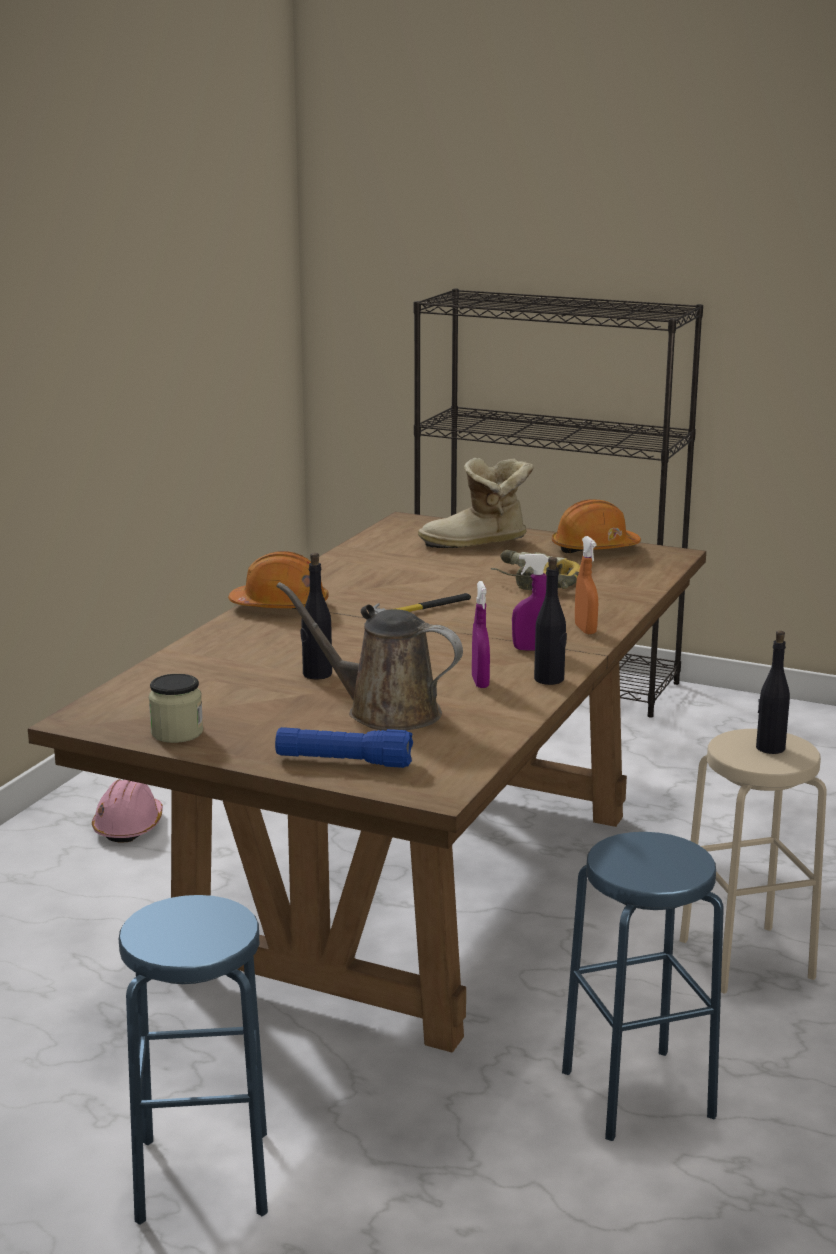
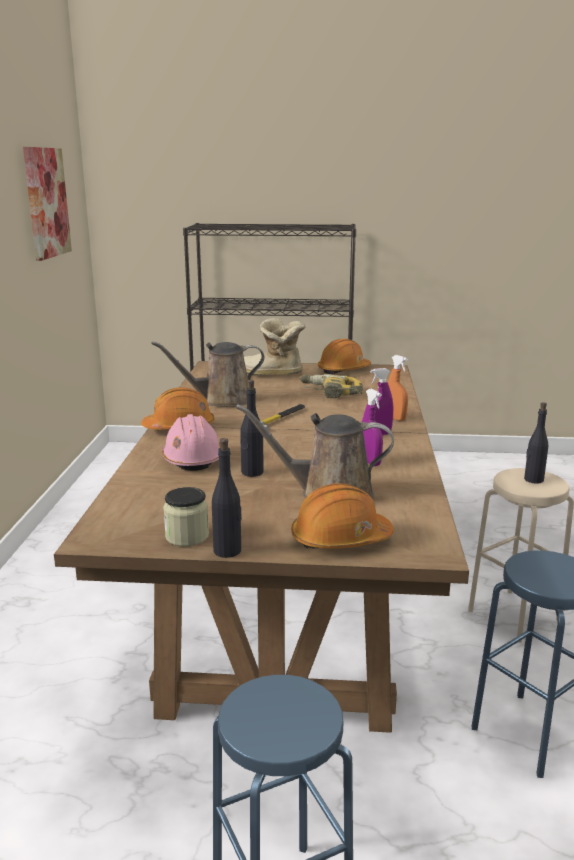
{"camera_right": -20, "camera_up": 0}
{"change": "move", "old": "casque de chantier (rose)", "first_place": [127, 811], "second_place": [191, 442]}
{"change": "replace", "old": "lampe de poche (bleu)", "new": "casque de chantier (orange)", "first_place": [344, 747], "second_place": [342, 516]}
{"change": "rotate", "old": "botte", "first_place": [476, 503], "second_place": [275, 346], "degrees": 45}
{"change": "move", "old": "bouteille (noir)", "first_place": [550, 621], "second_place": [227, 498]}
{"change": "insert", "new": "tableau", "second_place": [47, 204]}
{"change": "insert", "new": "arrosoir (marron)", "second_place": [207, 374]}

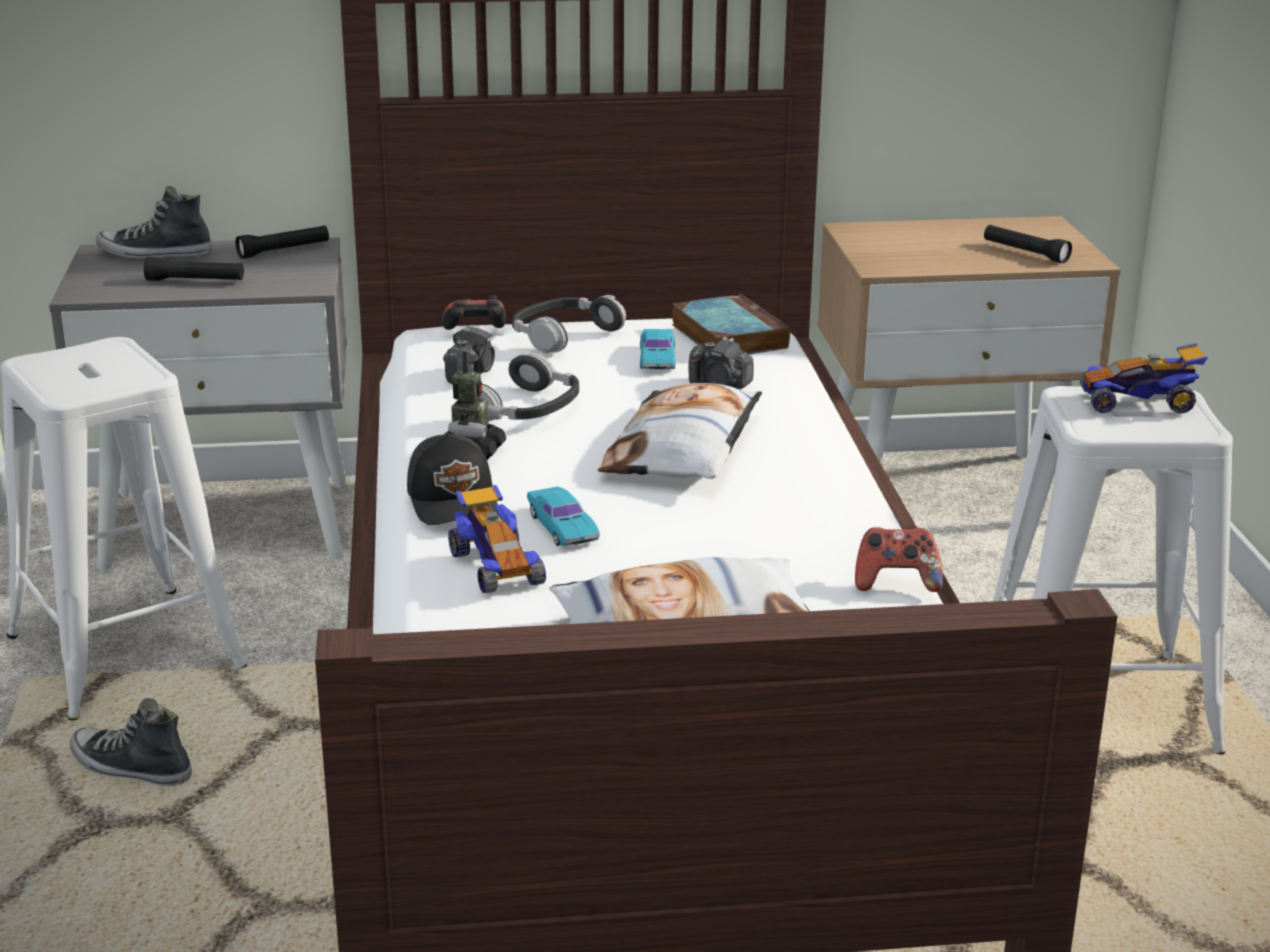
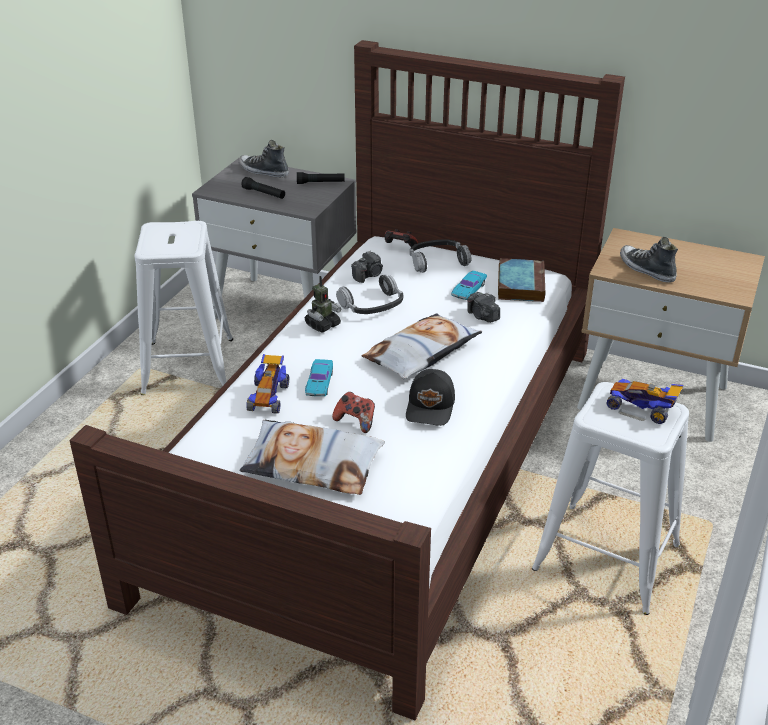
{"camera_right": 30, "camera_up": 10}
{"change": "move", "old": "chaussure", "first_place": [131, 742], "second_place": [649, 260]}
{"change": "move", "old": "casquette (noir)", "first_place": [452, 478], "second_place": [430, 397]}
{"change": "move", "old": "manette", "first_place": [899, 559], "second_place": [353, 412]}
{"change": "delete", "old": "lampe de poche (noir)", "first_place": [1028, 244]}

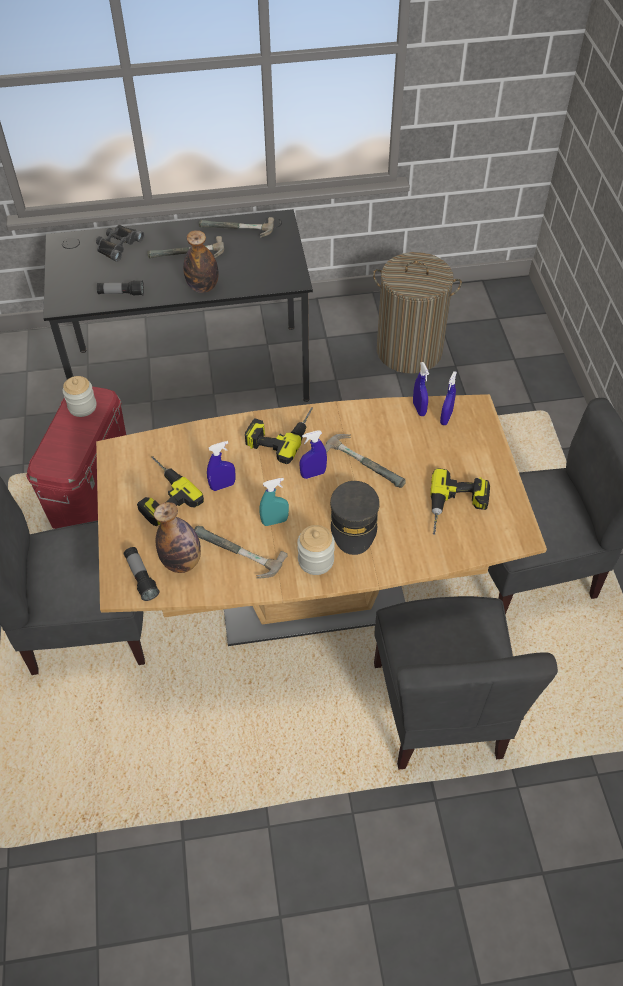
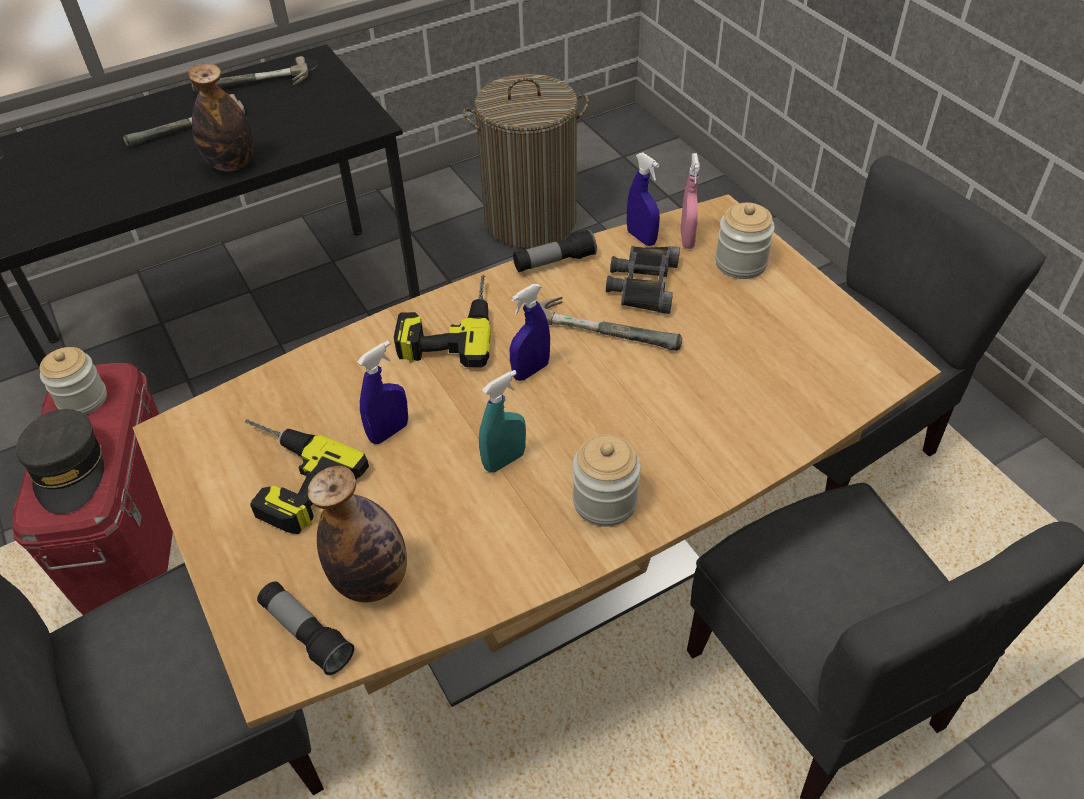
{"camera_right": -20, "camera_up": -5}
{"change": "move", "old": "jumelles (noir)", "first_place": [120, 243], "second_place": [643, 280]}
{"change": "move", "old": "lampe de poche", "first_place": [120, 288], "second_place": [555, 250]}
{"change": "delete", "old": "marteau", "first_place": [241, 552]}
{"change": "move", "old": "casquette (gris)", "first_place": [355, 518], "second_place": [60, 461]}
{"change": "delete", "old": "perceuse", "first_place": [460, 501]}
{"change": "recolor", "old": "vaporisateur (bleu)", "new": "vaporisateur (rose)", "first_place": [448, 398], "second_place": [690, 201]}
{"change": "insert", "new": "bocal", "second_place": [745, 240]}

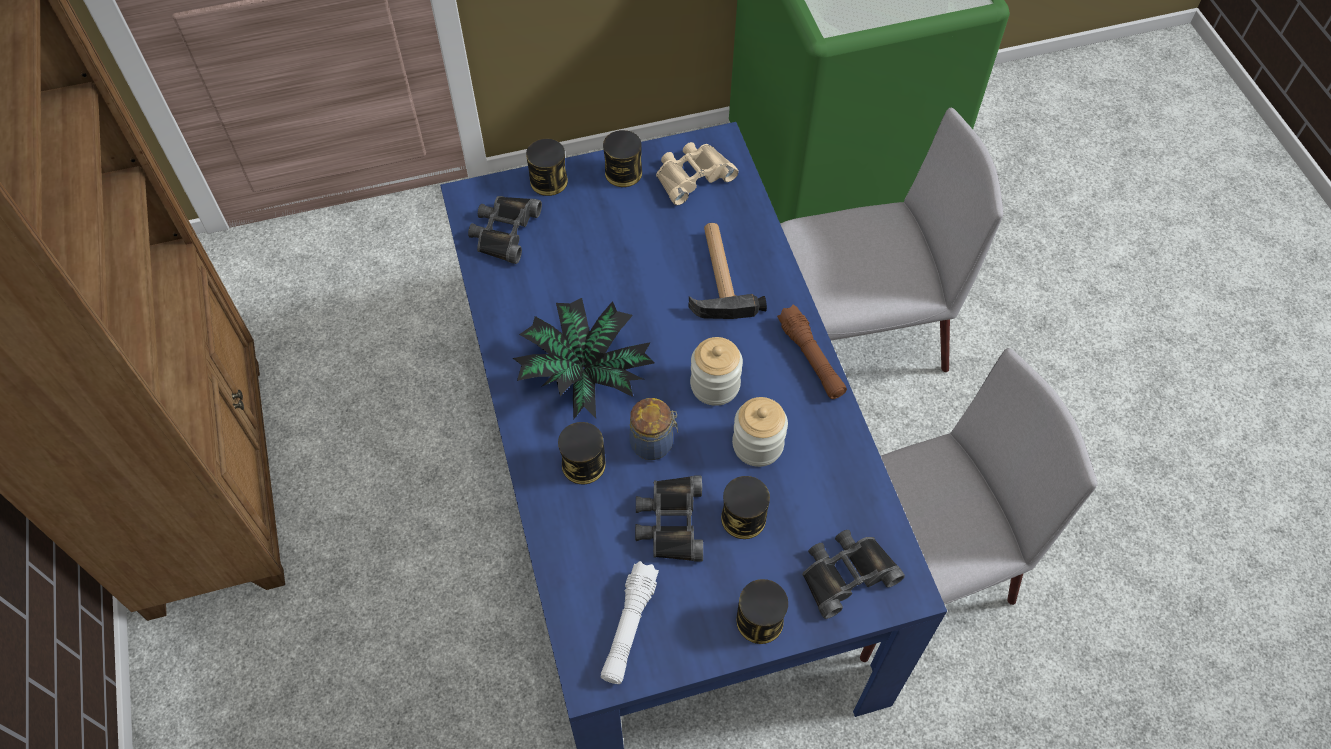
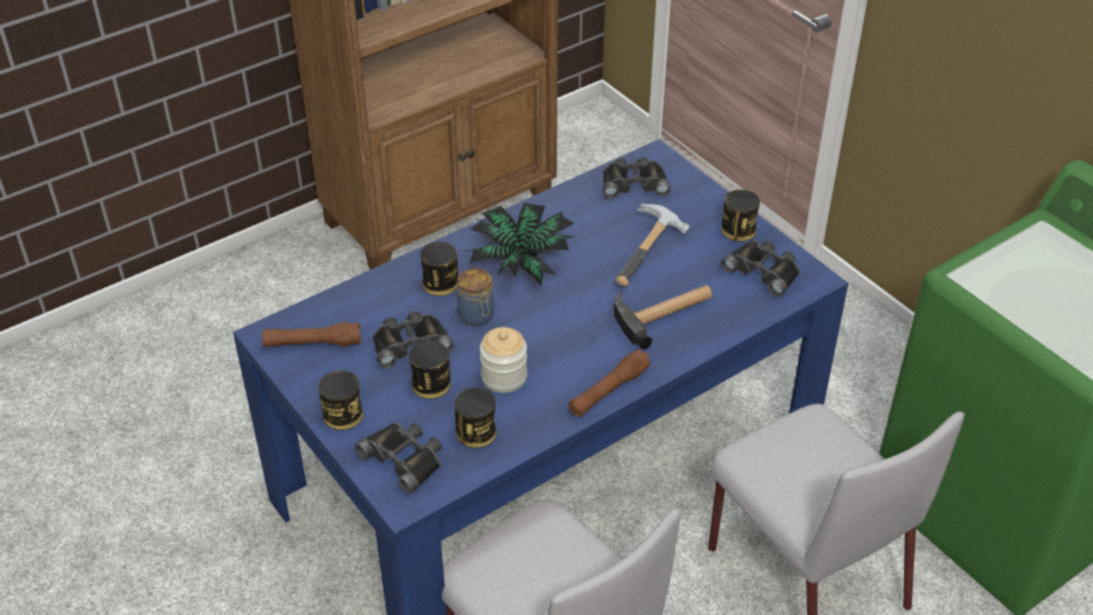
{"camera_right": 70, "camera_up": -15}
{"change": "move", "old": "boîte métallique", "first_place": [547, 167], "second_place": [476, 418]}
{"change": "recolor", "old": "lampe de poche (blanc)", "new": "lampe de poche (marron)", "first_place": [629, 622], "second_place": [312, 334]}
{"change": "recolor", "old": "jumelles (beige)", "new": "jumelles (noir)", "first_place": [697, 173], "second_place": [760, 268]}
{"change": "delete", "old": "bocal", "first_place": [716, 371]}
{"change": "insert", "new": "marteau", "second_place": [653, 245]}

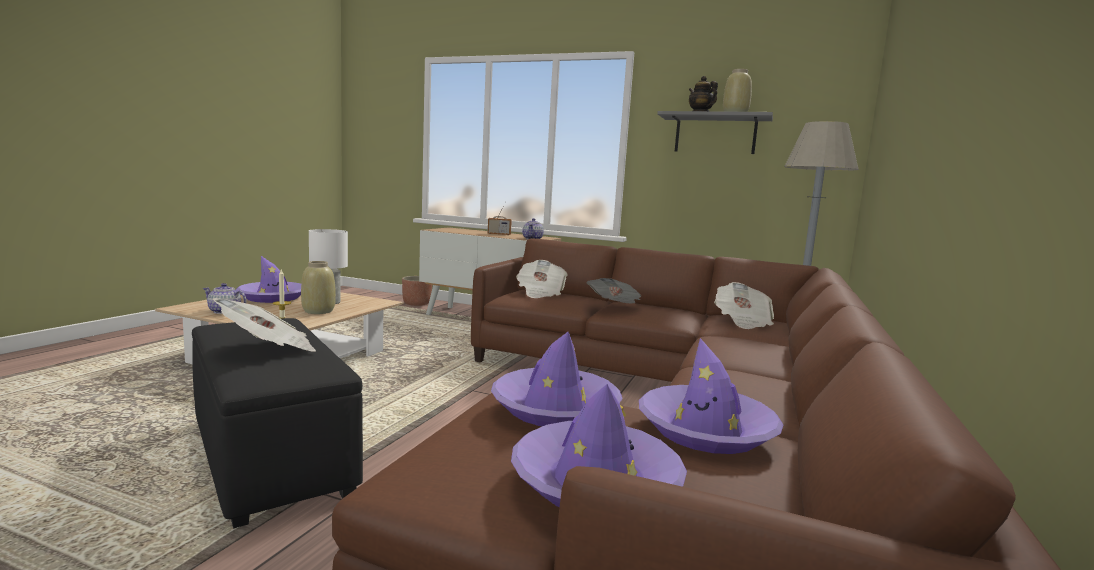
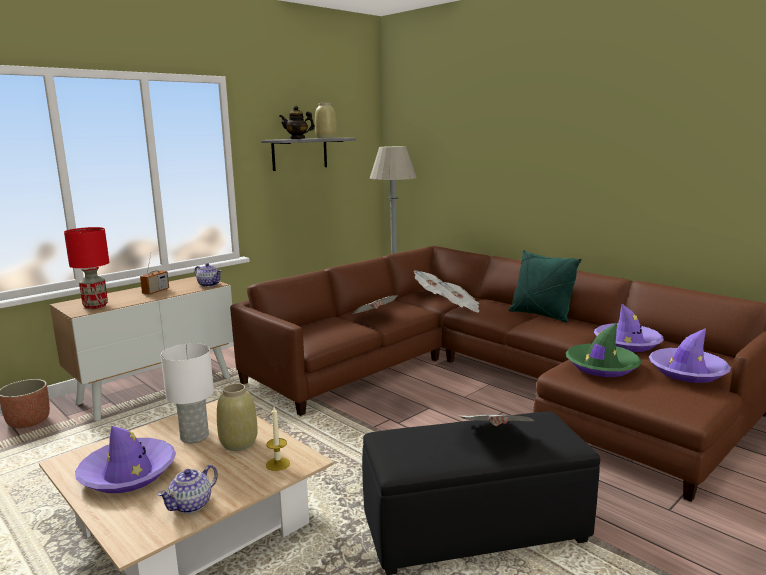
{"camera_right": -65, "camera_up": 5}
{"change": "recolor", "old": "chapeau (violet)", "new": "chapeau (vert)", "first_place": [557, 379], "second_place": [604, 350]}
{"change": "move", "old": "journal", "first_place": [542, 279], "second_place": [458, 296]}
{"change": "insert", "new": "lampe de table (rouge)", "second_place": [86, 268]}
{"change": "insert", "new": "coussin (vert)", "second_place": [545, 286]}

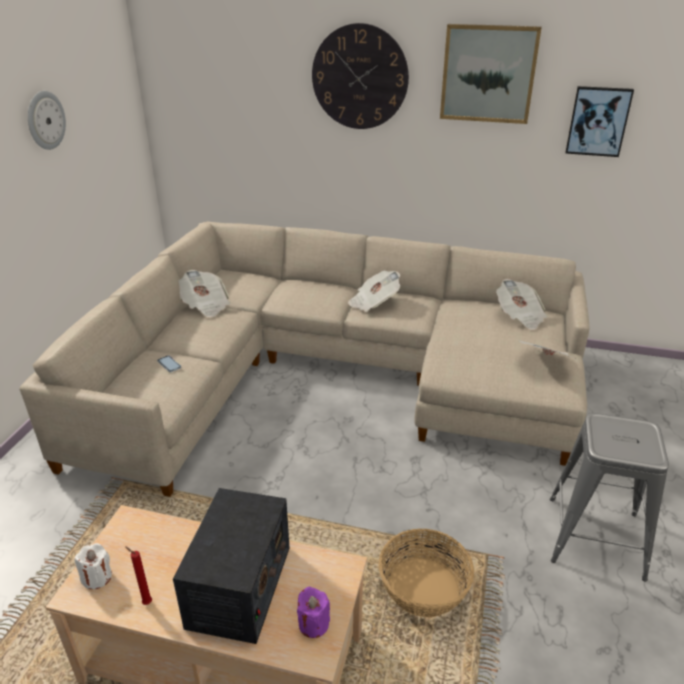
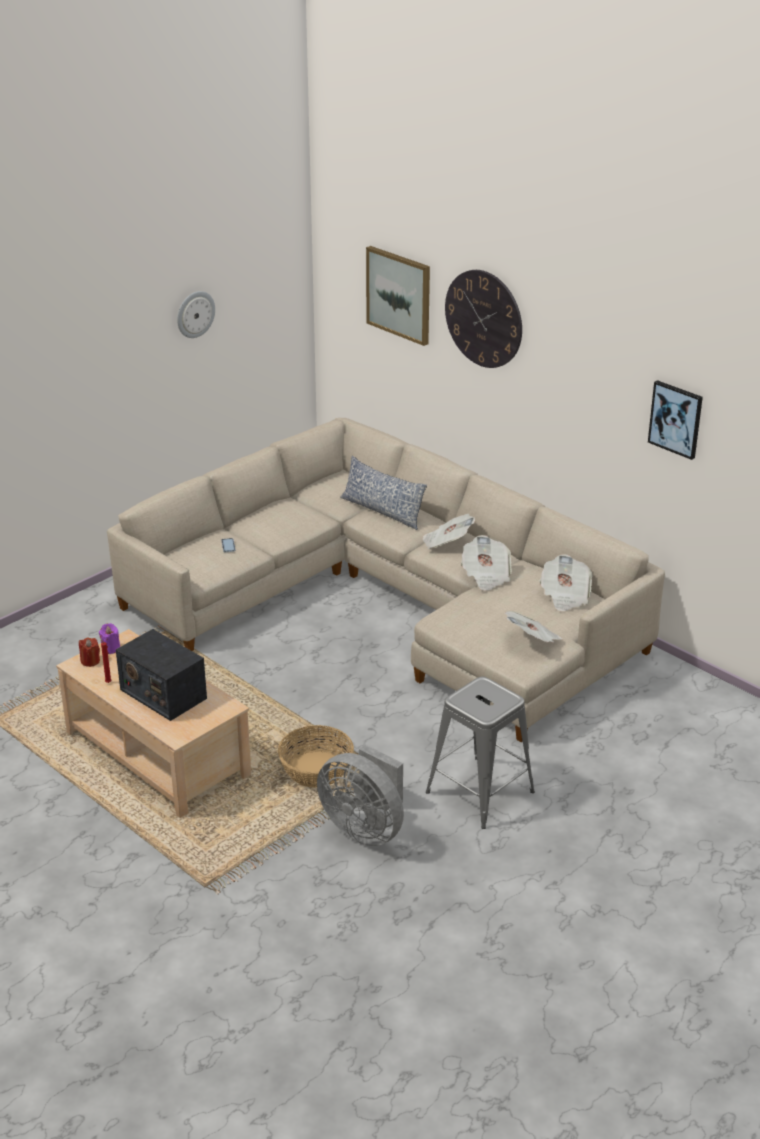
{"camera_right": 30, "camera_up": 0}
{"change": "recolor", "old": "bougie (blanc)", "new": "bougie (rouge)", "first_place": [93, 566], "second_place": [89, 652]}
{"change": "rotate", "old": "radio", "first_place": [231, 566], "second_place": [161, 675], "degrees": 90}
{"change": "move", "old": "journal", "first_place": [205, 294], "second_place": [486, 563]}
{"change": "move", "old": "bougie (violet)", "first_place": [313, 612], "second_place": [109, 638]}
{"change": "move", "old": "tableau", "first_place": [491, 74], "second_place": [398, 296]}
{"change": "insert", "new": "ventilateur (gris)", "second_place": [360, 795]}
{"change": "insert", "new": "coussin", "second_place": [383, 493]}

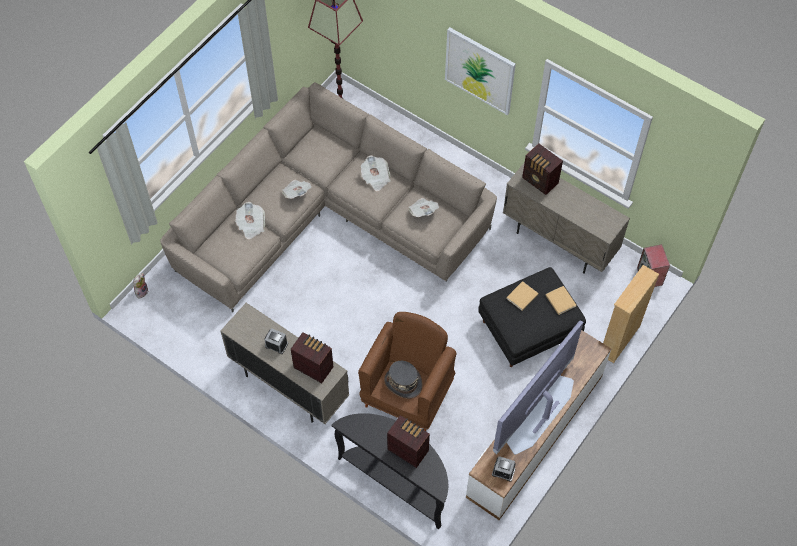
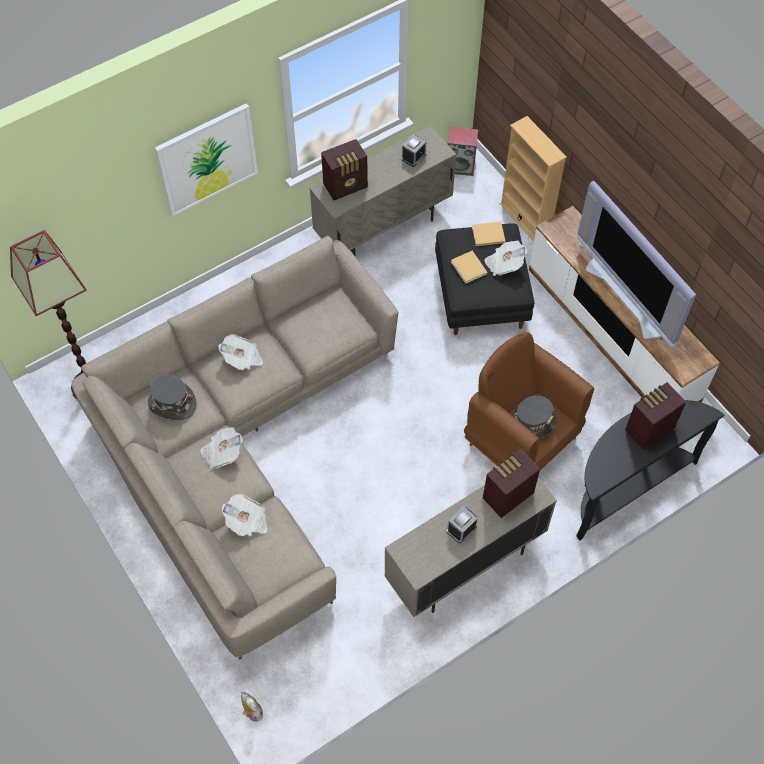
{"camera_right": -70, "camera_up": 0}
{"change": "move", "old": "journal", "first_place": [423, 207], "second_place": [505, 258]}
{"change": "move", "old": "réveil", "first_place": [504, 469], "second_place": [413, 150]}
{"change": "insert", "new": "chapeau (gris)", "second_place": [172, 397]}

